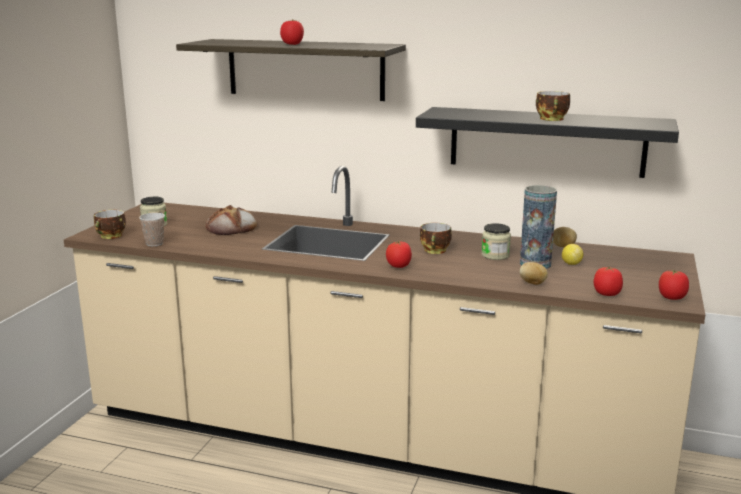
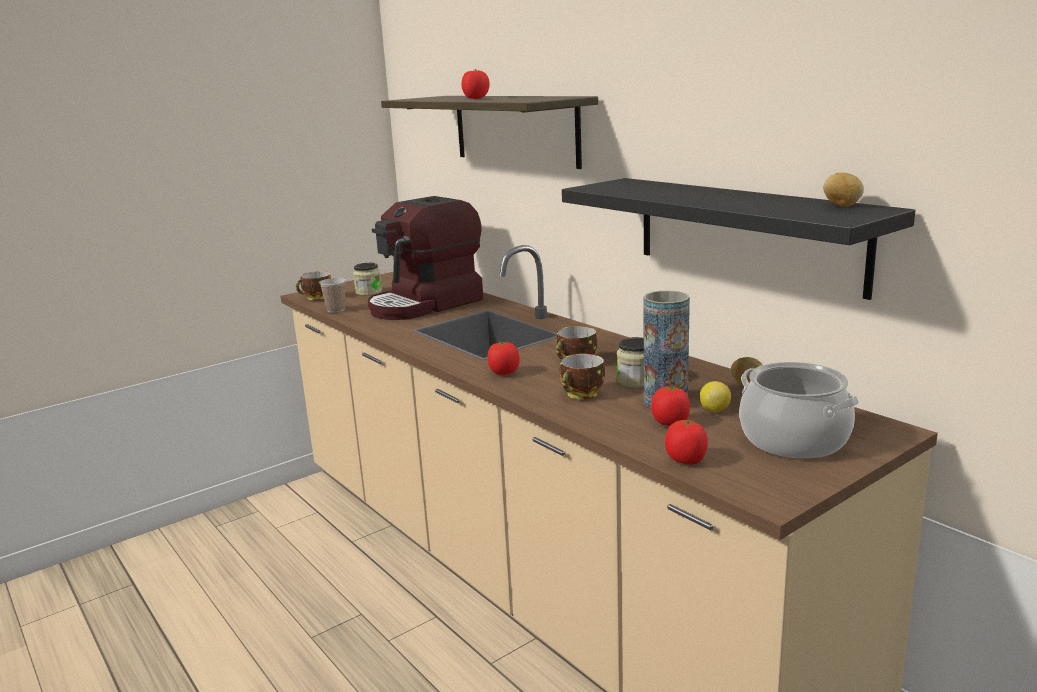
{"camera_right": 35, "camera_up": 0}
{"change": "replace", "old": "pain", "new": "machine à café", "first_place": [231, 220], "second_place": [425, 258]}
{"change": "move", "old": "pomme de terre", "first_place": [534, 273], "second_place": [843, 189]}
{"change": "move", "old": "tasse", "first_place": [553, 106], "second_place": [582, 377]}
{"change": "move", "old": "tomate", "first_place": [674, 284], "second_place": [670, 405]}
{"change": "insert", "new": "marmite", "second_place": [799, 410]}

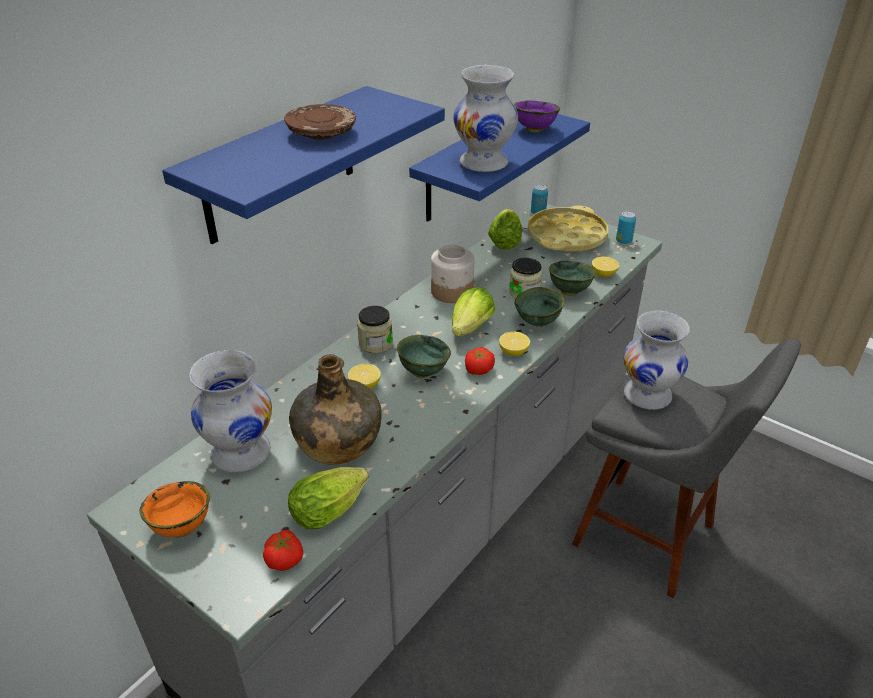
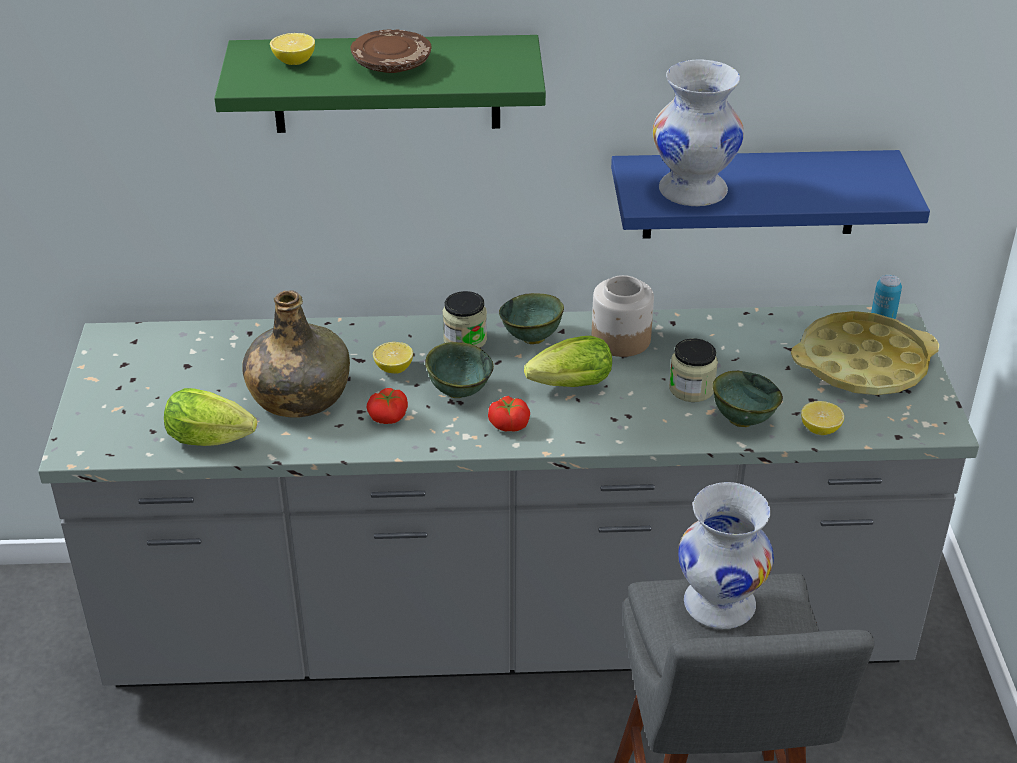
{"camera_right": 50, "camera_up": 0}
{"change": "delete", "old": "bol (orange)", "first_place": [175, 509]}
{"change": "recolor", "old": "étagère (bleu)", "new": "étagère (vert)", "first_place": [303, 165], "second_place": [380, 84]}
{"change": "delete", "old": "vase (blanc)", "first_place": [230, 411]}
{"change": "move", "old": "tomate", "first_place": [283, 550], "second_place": [387, 406]}
{"change": "delete", "old": "laitue", "first_place": [505, 229]}
{"change": "move", "old": "citron", "first_place": [514, 344], "second_place": [292, 49]}
{"change": "delete", "old": "bol (violet)", "first_place": [537, 116]}
{"change": "move", "old": "bol (vert)", "first_place": [539, 307], "second_place": [531, 318]}
{"change": "delete", "old": "boîte métallique", "first_place": [626, 227]}

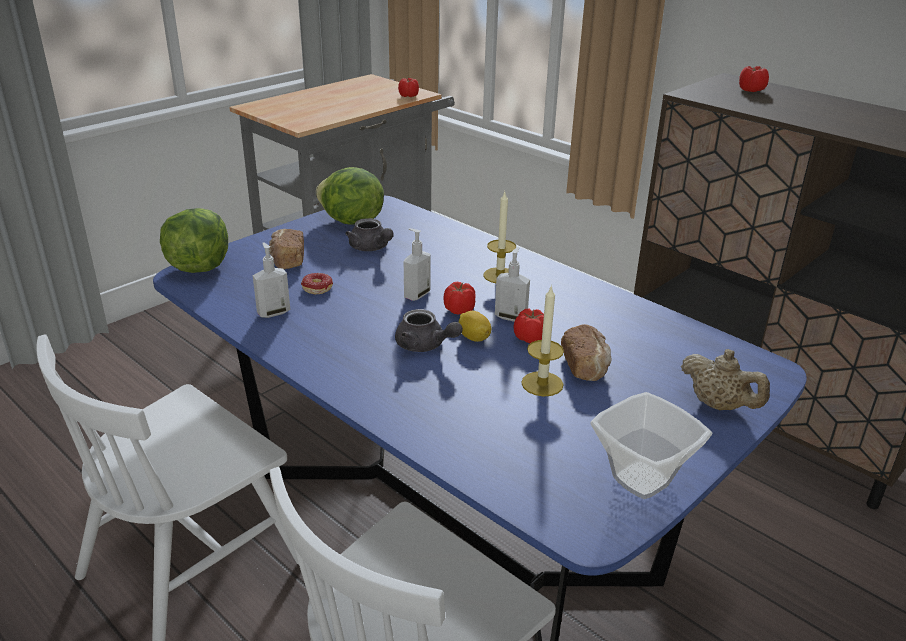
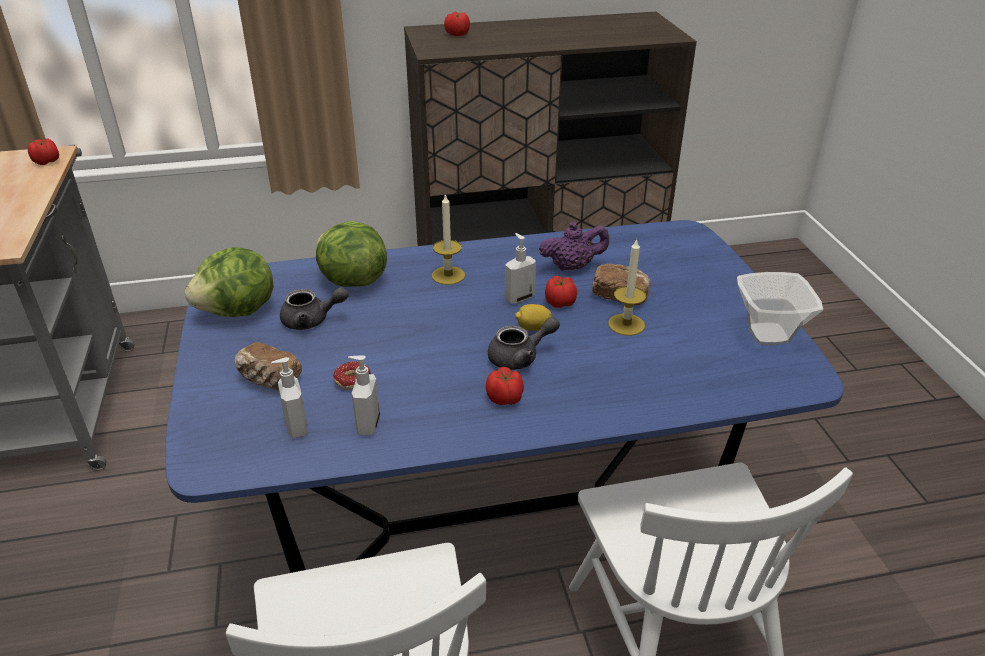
{"camera_right": -55, "camera_up": 5}
{"change": "move", "old": "laitue", "first_place": [194, 240], "second_place": [351, 254]}
{"change": "move", "old": "distributeur de savon", "first_place": [417, 264], "second_place": [289, 398]}
{"change": "move", "old": "tomate", "first_place": [459, 298], "second_place": [505, 386]}
{"change": "delete", "old": "théière (beige)", "first_place": [725, 380]}
{"change": "insert", "new": "théière (violet)", "second_place": [574, 246]}

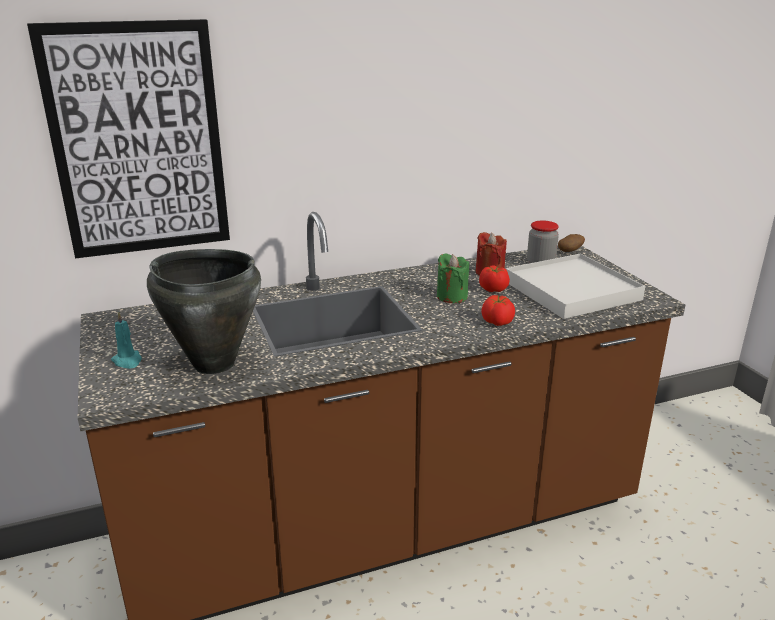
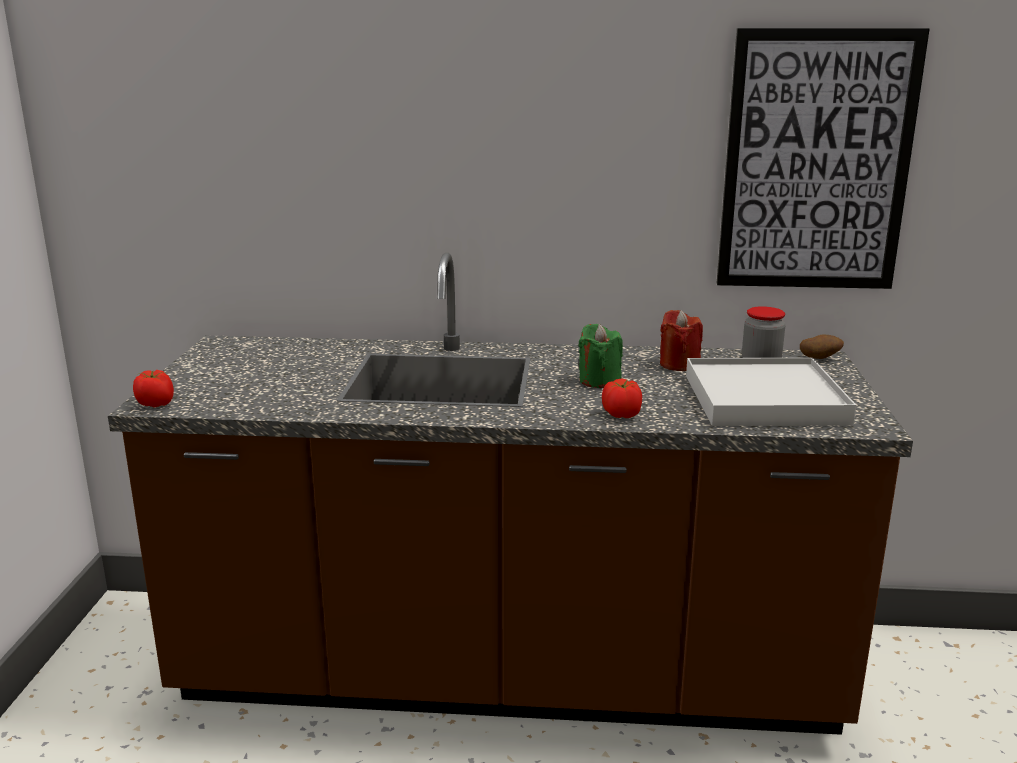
{"camera_right": 25, "camera_up": -5}
{"change": "move", "old": "tableau", "first_place": [128, 138], "second_place": [823, 158]}
{"change": "delete", "old": "bougie (turquoise)", "first_place": [126, 340]}
{"change": "delete", "old": "marmite (noir)", "first_place": [204, 311]}
{"change": "move", "old": "tomate", "first_place": [494, 279], "second_place": [153, 389]}

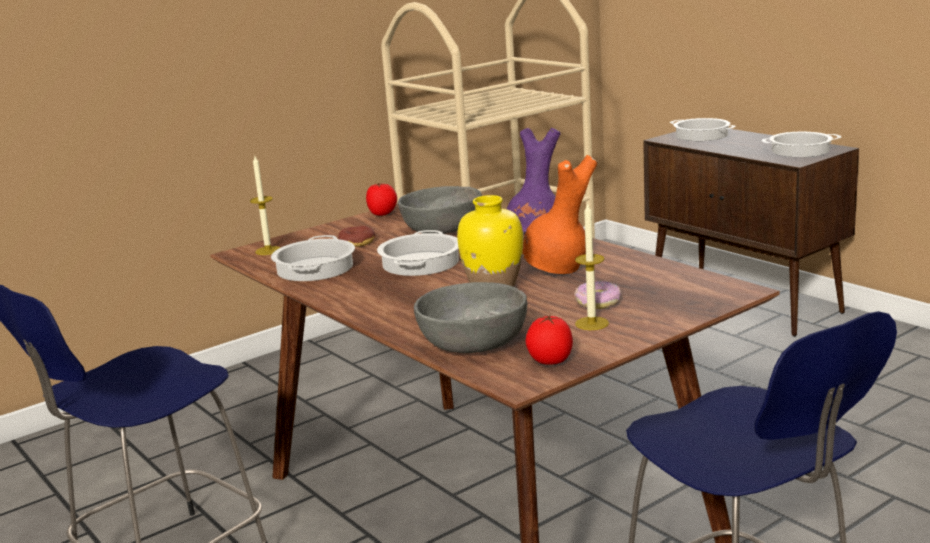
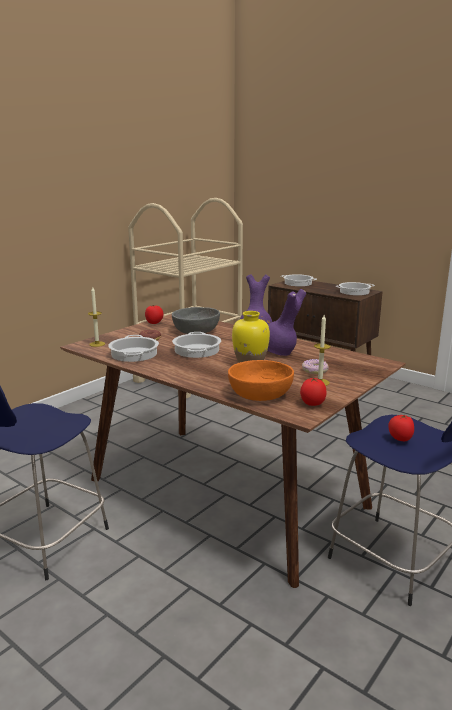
{"camera_right": -15, "camera_up": 0}
{"change": "recolor", "old": "bol (gris)", "new": "bol (orange)", "first_place": [470, 317], "second_place": [261, 380]}
{"change": "recolor", "old": "vase (orange)", "new": "vase (violet)", "first_place": [559, 214], "second_place": [286, 322]}
{"change": "insert", "new": "tomate", "second_place": [401, 428]}

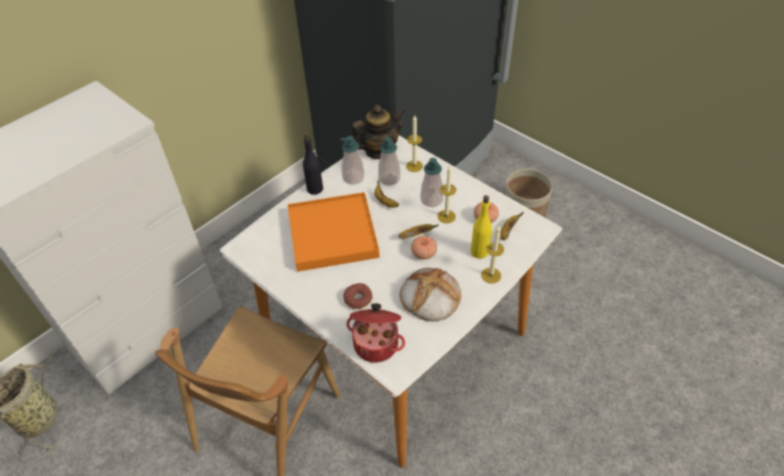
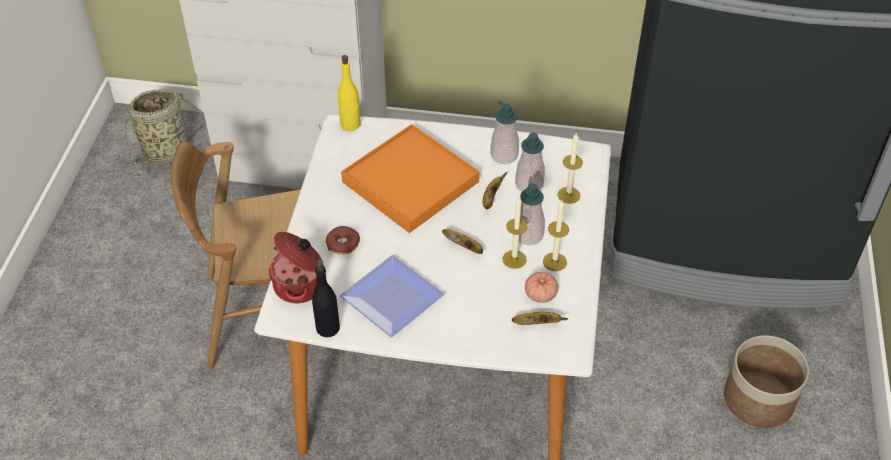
{"camera_right": 55, "camera_up": 0}
{"change": "move", "old": "bouteille (noir)", "first_place": [313, 164], "second_place": [326, 298]}
{"change": "delete", "old": "théière", "first_place": [378, 132]}
{"change": "replace", "old": "pain", "new": "assiette", "first_place": [430, 294], "second_place": [392, 296]}
{"change": "delete", "old": "tomate", "first_place": [424, 248]}
{"change": "move", "old": "bouteille (jaune)", "first_place": [481, 227], "second_place": [349, 93]}
{"change": "move", "old": "bougie", "first_place": [492, 254], "second_place": [556, 235]}

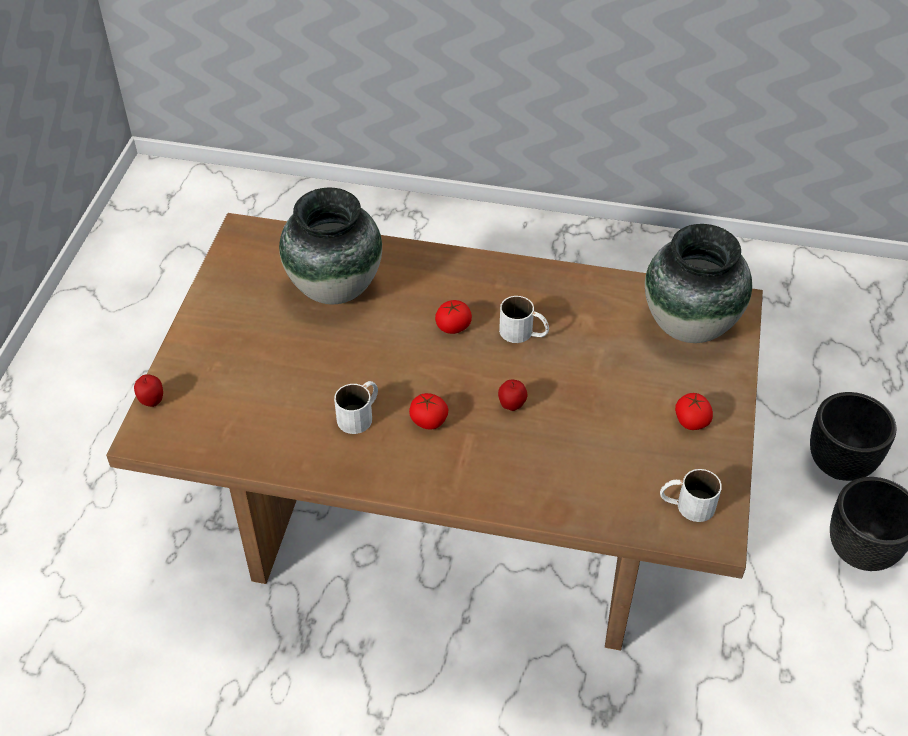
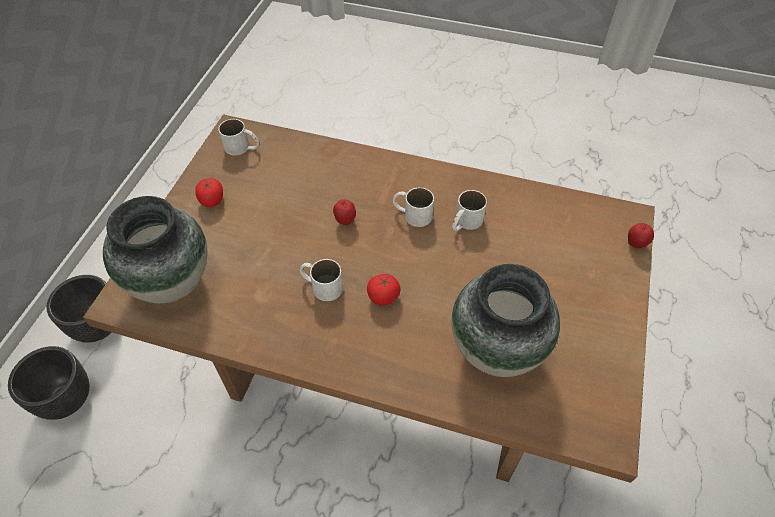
{"camera_right": -175, "camera_up": 5}
{"change": "replace", "old": "tomate", "new": "mug (blanc)", "first_place": [428, 411], "second_place": [413, 207]}

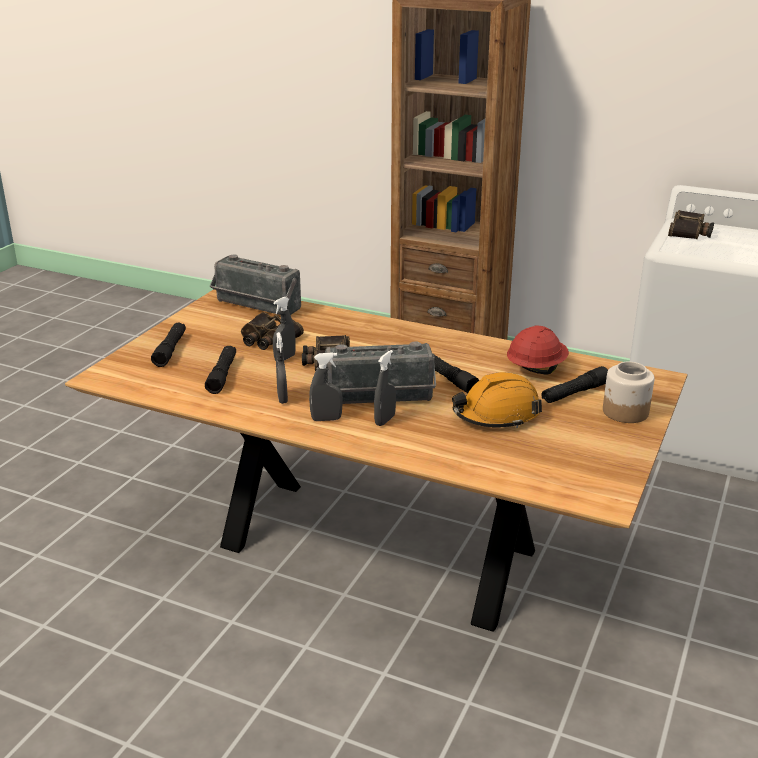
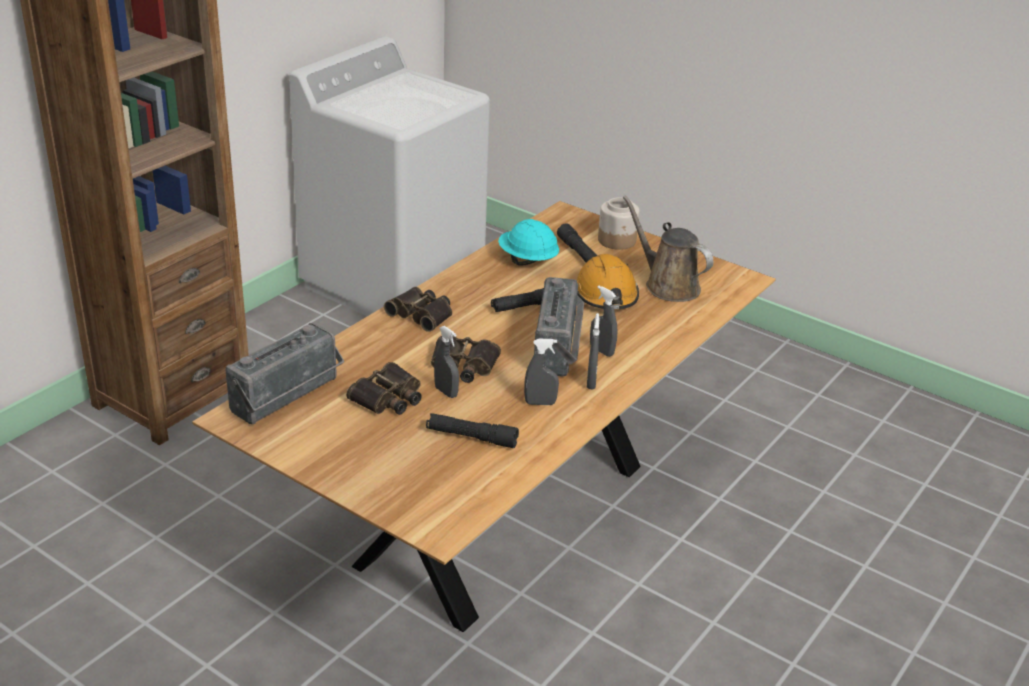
{"camera_right": -80, "camera_up": 5}
{"change": "delete", "old": "lampe de poche (noir)", "first_place": [168, 345]}
{"change": "recolor", "old": "casque de chantier (rouge)", "new": "casque de chantier (turquoise)", "first_place": [538, 350], "second_place": [528, 242]}
{"change": "move", "old": "jumelles", "first_place": [691, 224], "second_place": [418, 309]}
{"change": "insert", "new": "arrosoir (marron)", "second_place": [668, 248]}

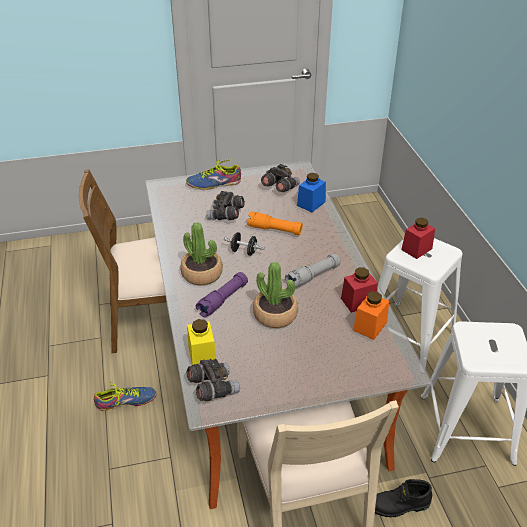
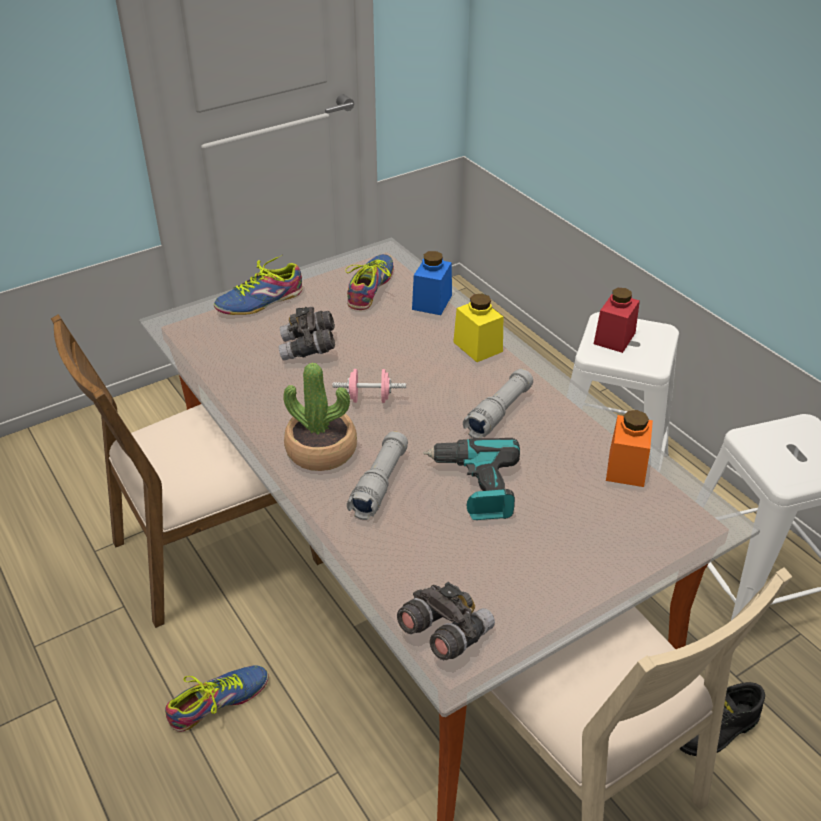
{"camera_right": -20, "camera_up": 0}
{"change": "move", "old": "bocal (jaune)", "first_place": [201, 342], "second_place": [478, 328]}
{"change": "recolor", "old": "lampe de poche (violet)", "new": "lampe de poche (gris)", "first_place": [222, 294], "second_place": [377, 475]}
{"change": "recolor", "old": "haltère (noir)", "new": "haltère (rose)", "first_place": [244, 244], "second_place": [369, 386]}
{"change": "delete", "old": "lampe de poche (orange)", "first_place": [275, 223]}
{"change": "replace", "old": "plante en pot", "new": "perceuse", "first_place": [275, 295], "second_place": [471, 479]}
{"change": "replace", "old": "jumelles (gris)", "new": "chaussure", "first_place": [280, 178], "second_place": [369, 282]}
{"change": "delete", "old": "bocal (rouge)", "first_place": [359, 290]}

